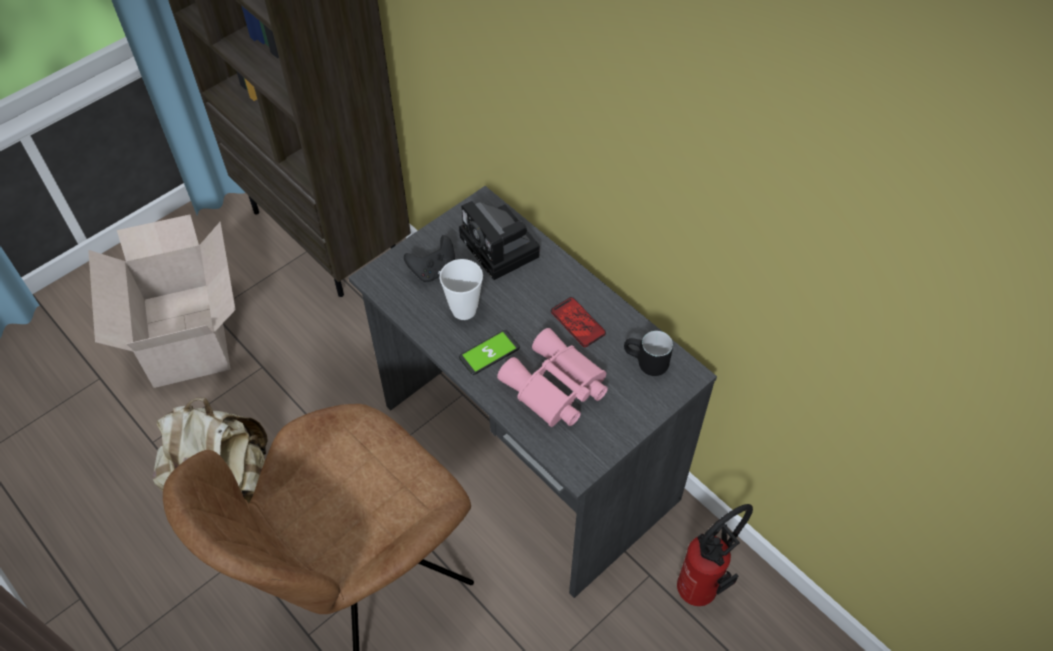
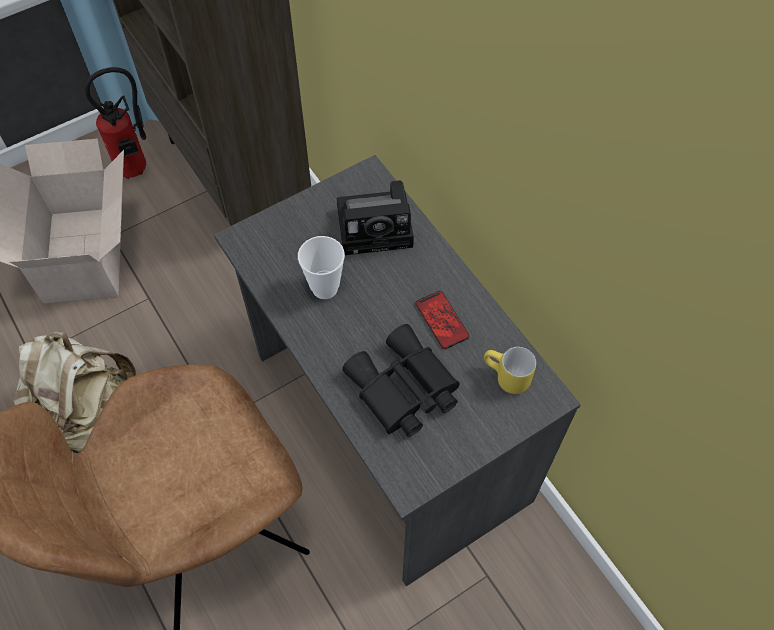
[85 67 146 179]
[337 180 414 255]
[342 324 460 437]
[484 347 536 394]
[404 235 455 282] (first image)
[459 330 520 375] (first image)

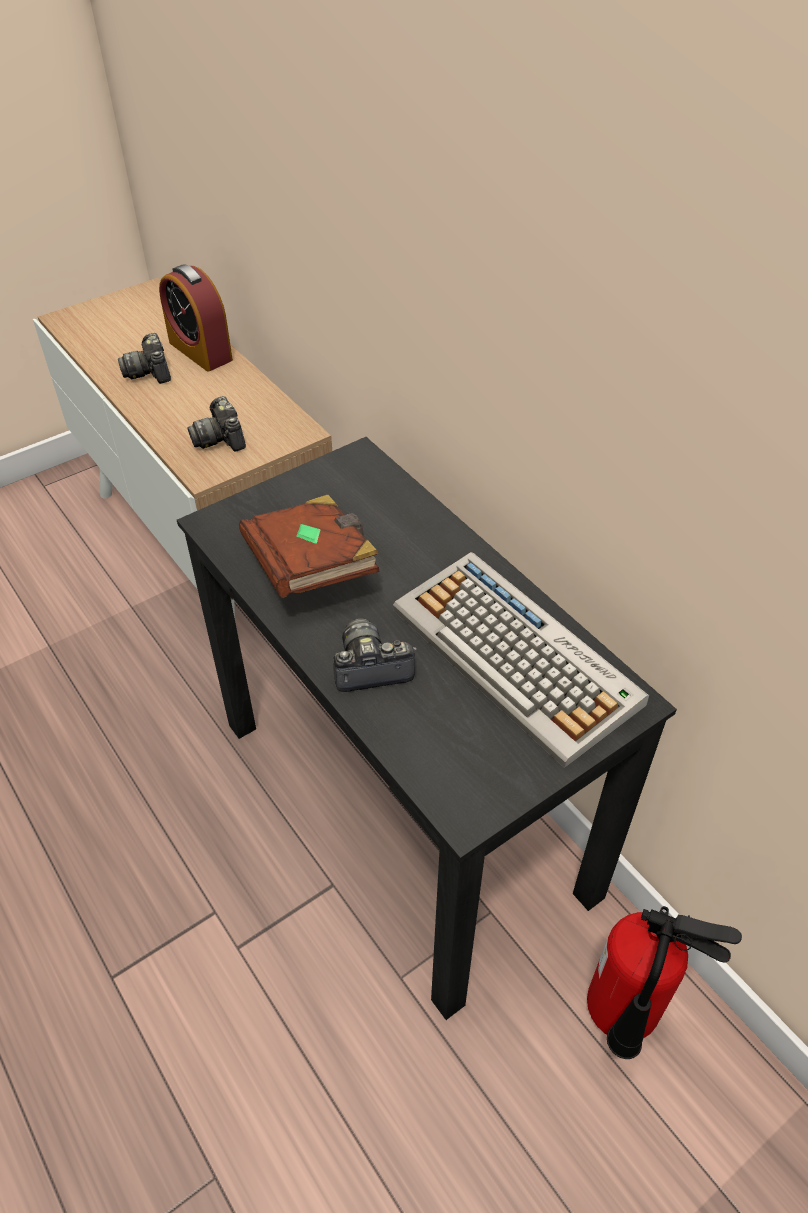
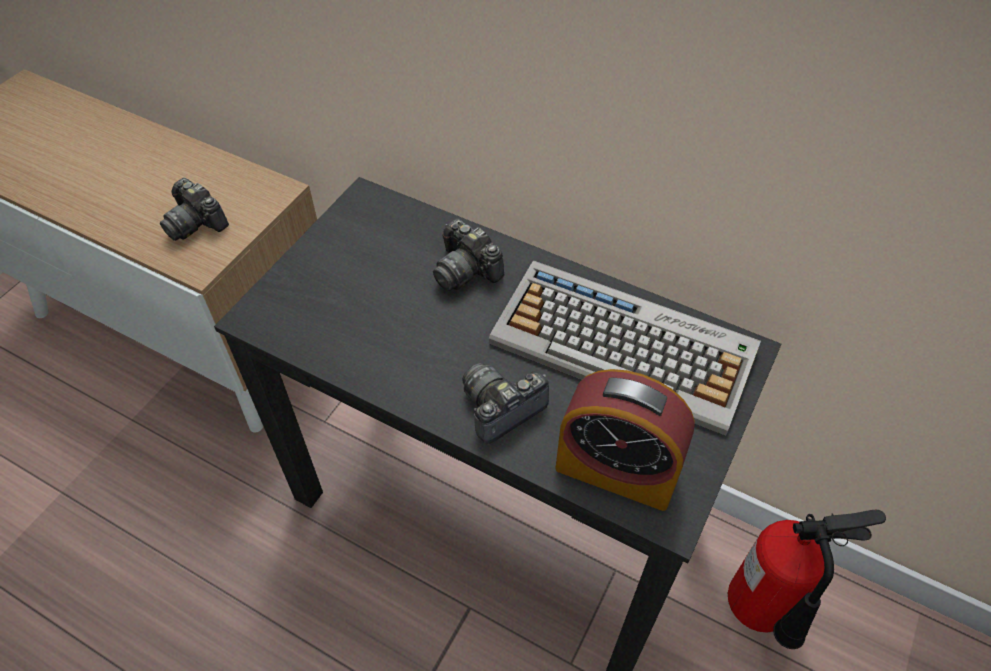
[433 219 504 291]
[555 369 695 511]
[239 495 380 598] (first image)

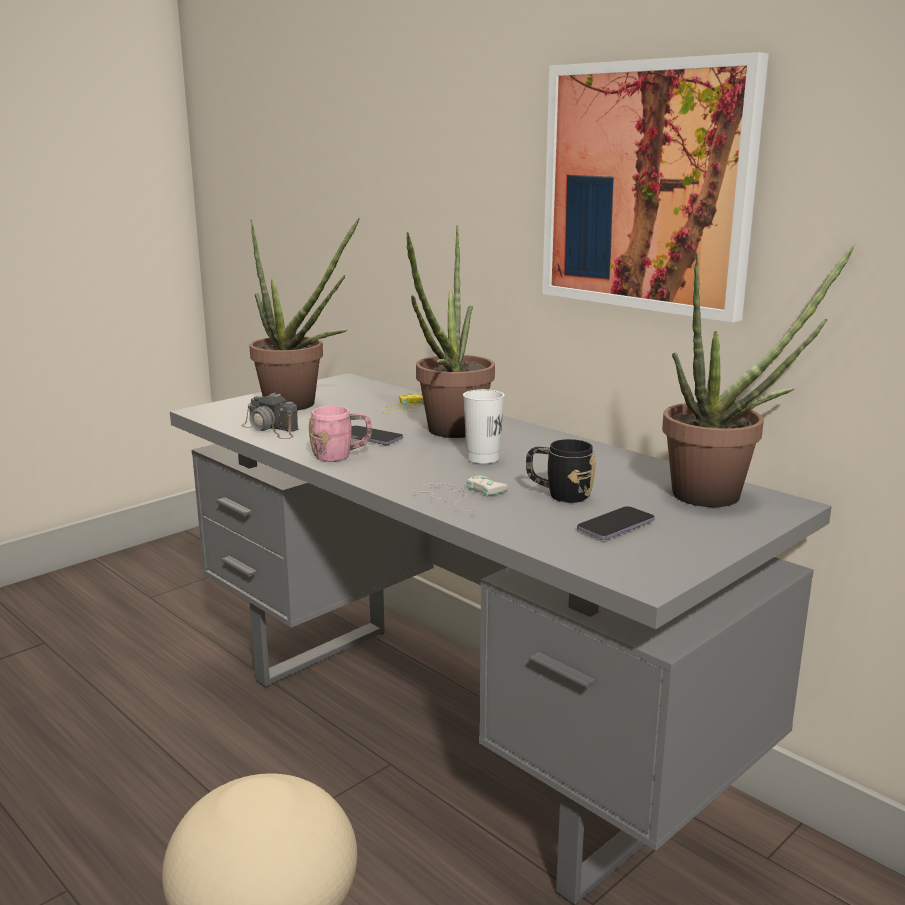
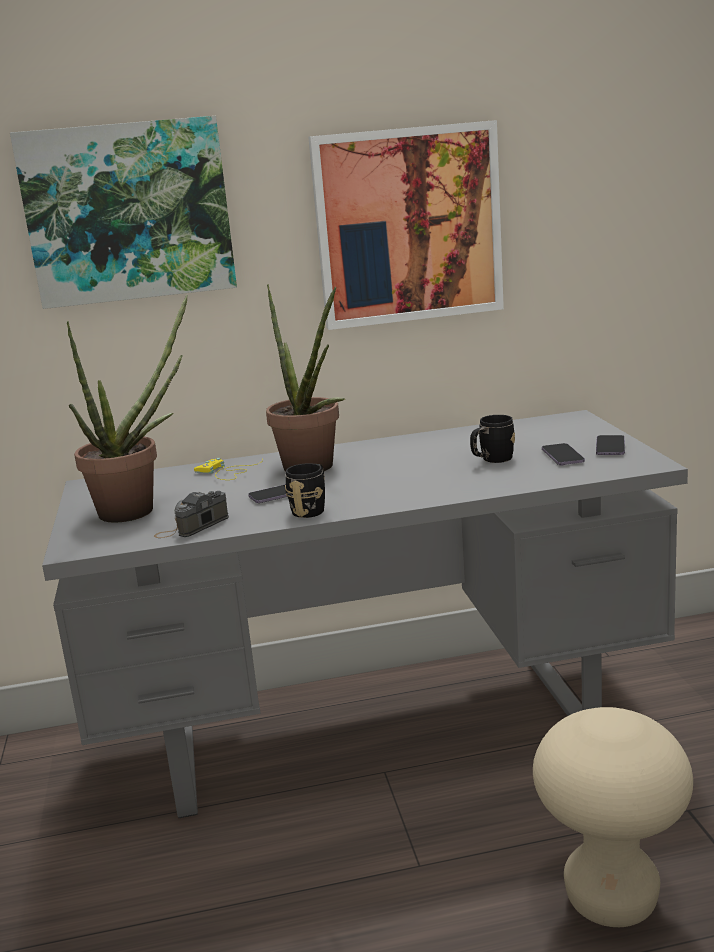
[10 116 237 309]
[154 491 229 538]
[285 463 325 518]
[596 435 625 455]
[412 476 508 512] (first image)
[463 389 504 464] (first image)
[662 243 855 507] (first image)

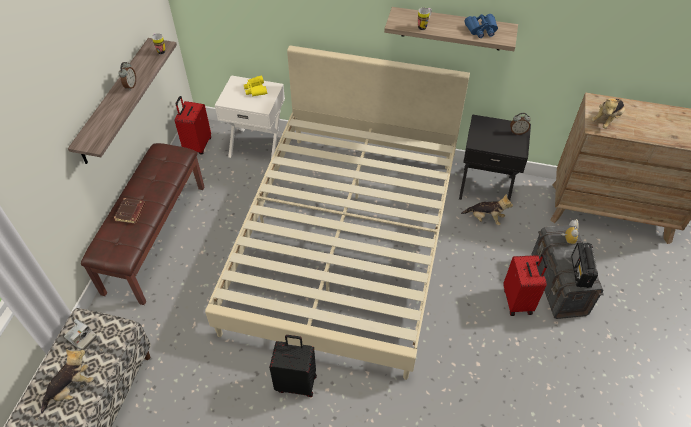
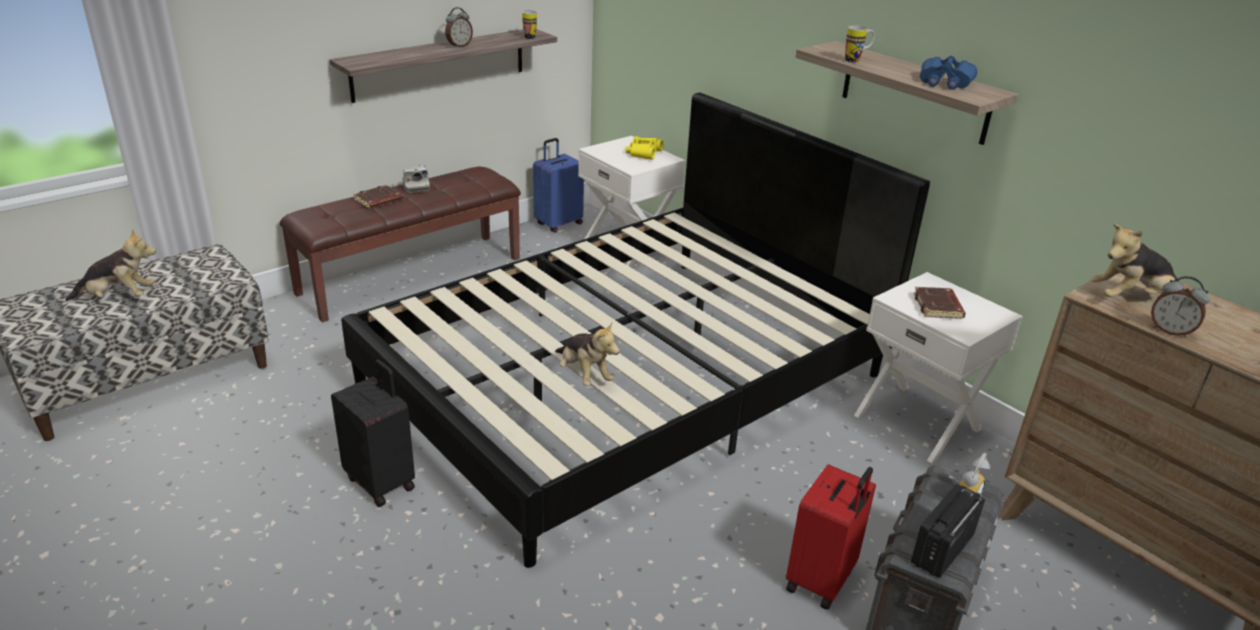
[341 93 930 568]
[402 163 430 193]
[533 138 584 233]
[555 323 620 386]
[854 272 1023 463]
[914 287 966 319]
[1151 276 1210 338]

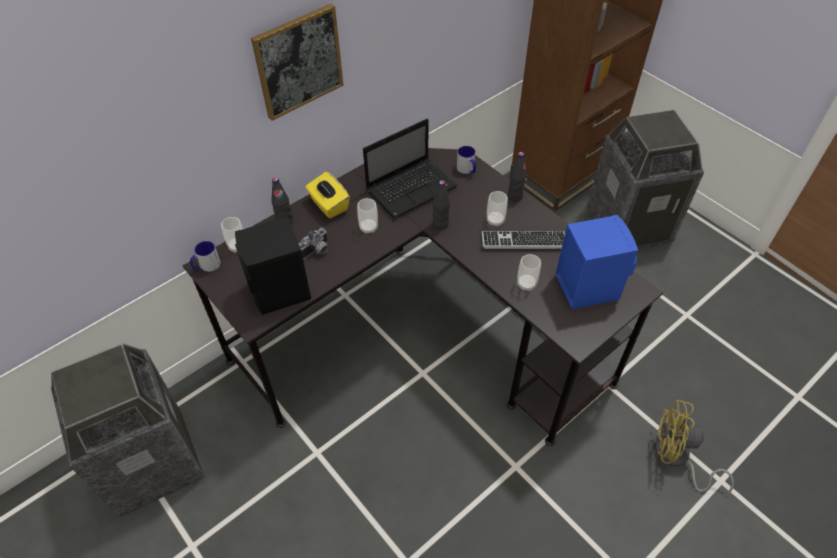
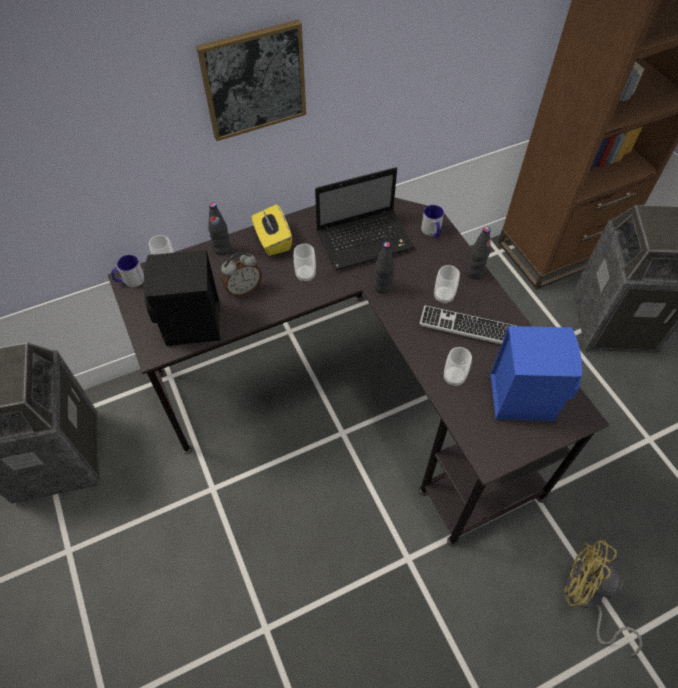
[221 252 262 297]

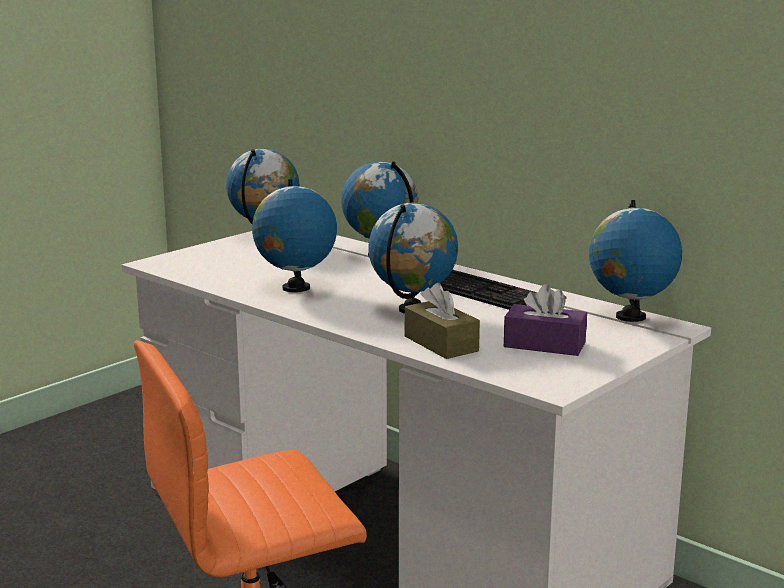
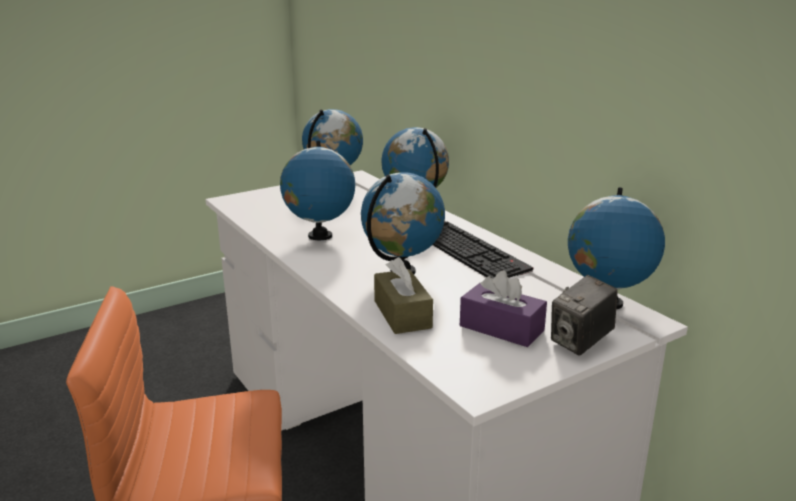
[551 275 618 356]

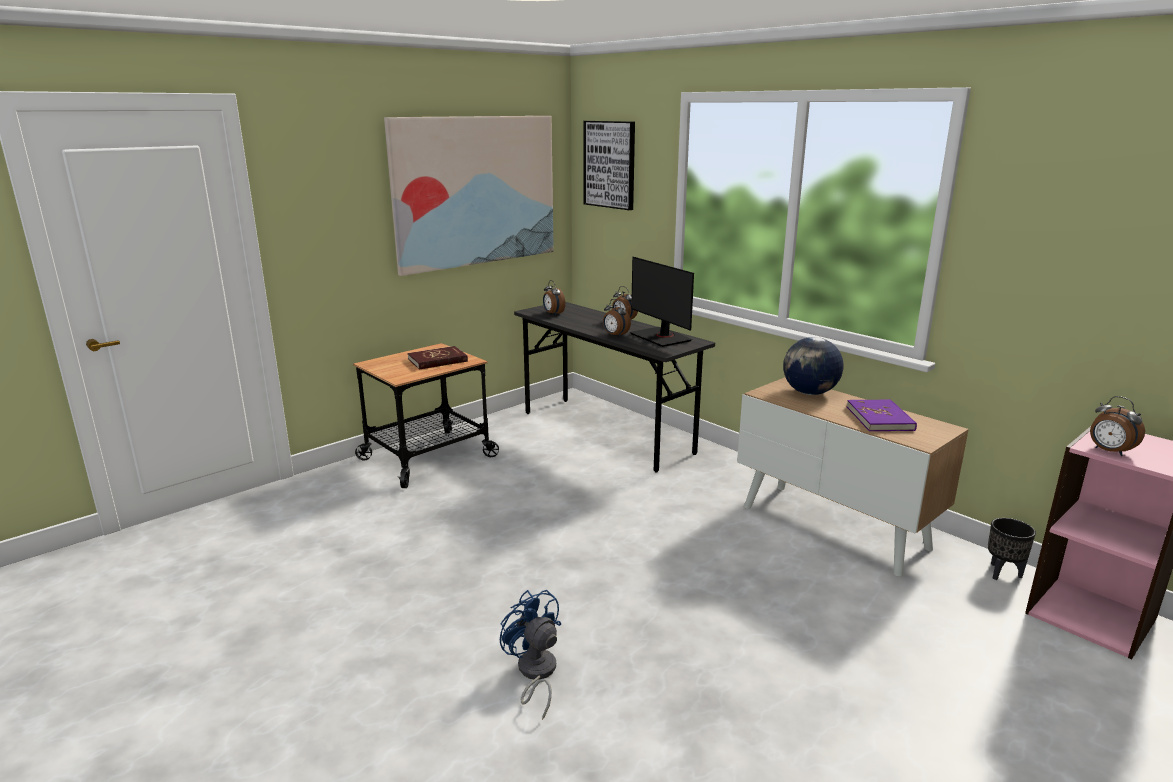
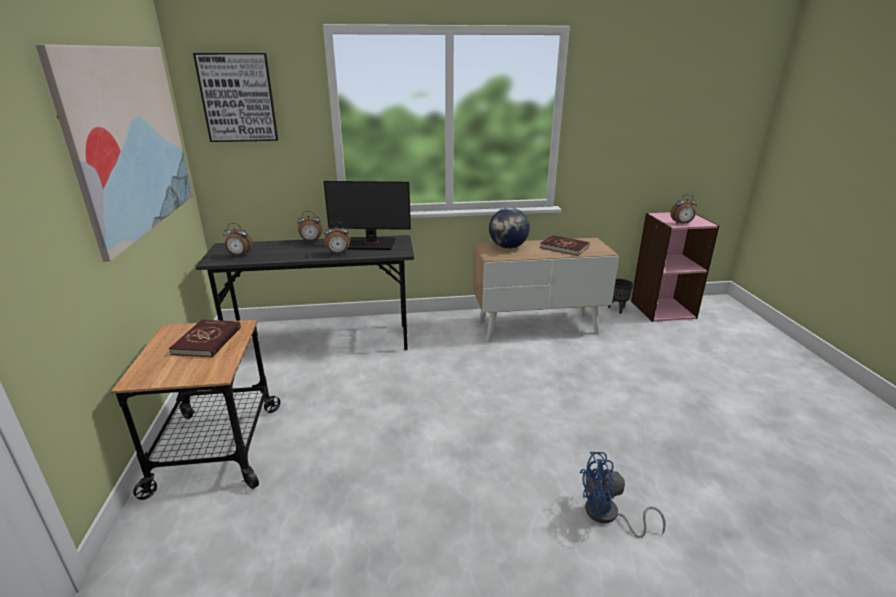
[540 235 590 256]

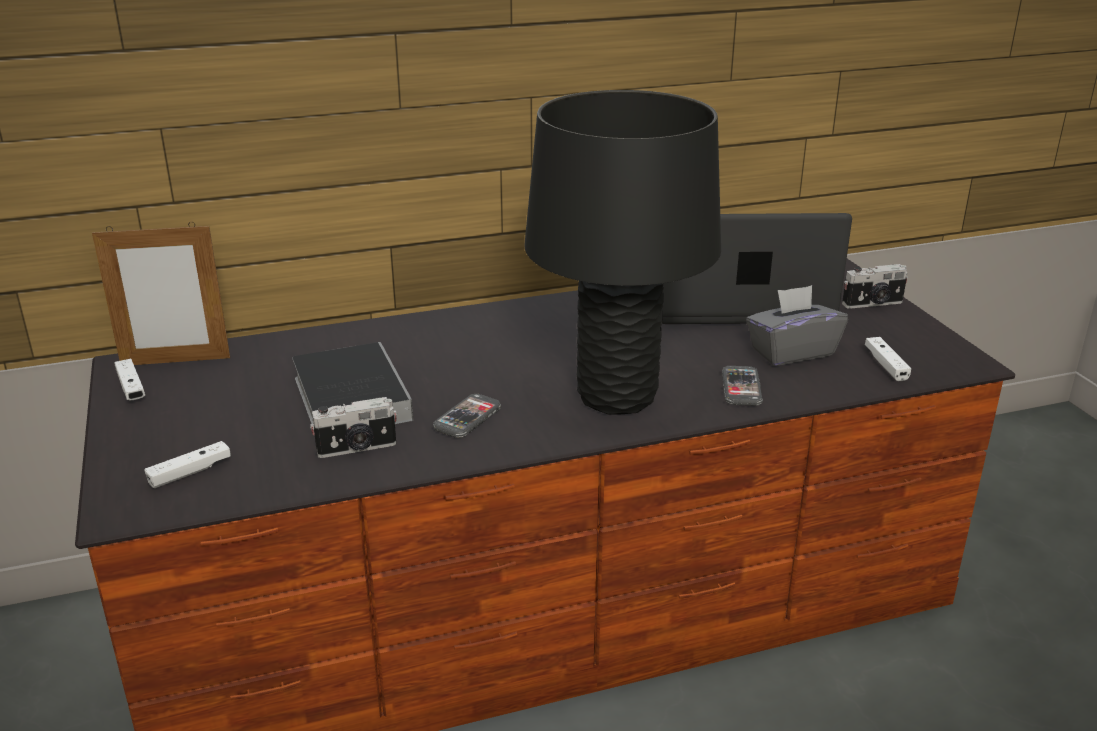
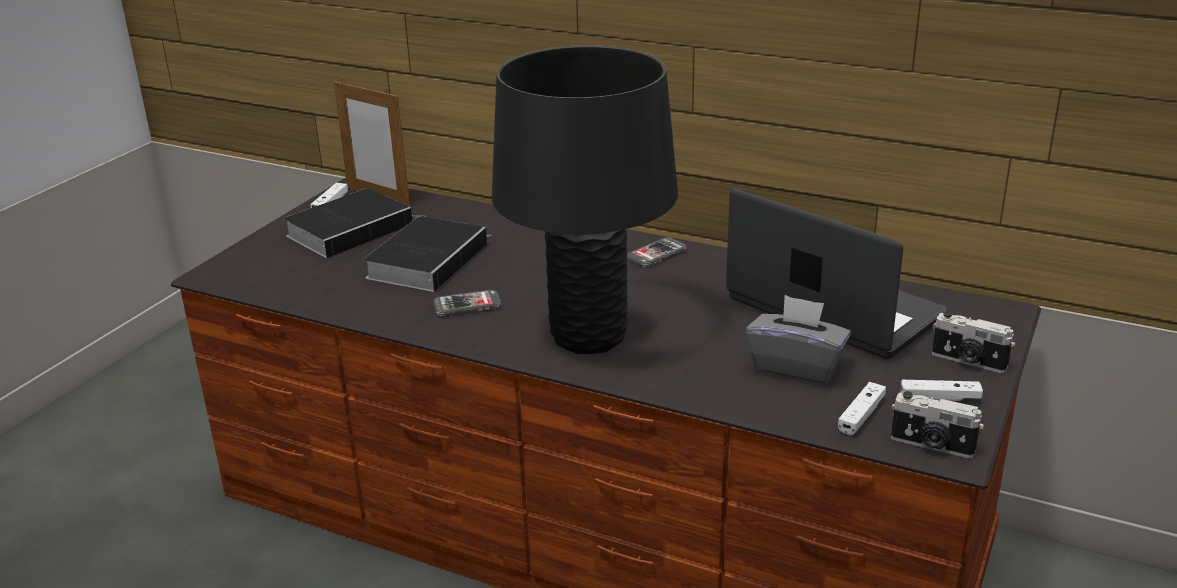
[283 188 415 258]
[627 238 686 267]
[891 391 984 458]
[901 380 983 401]

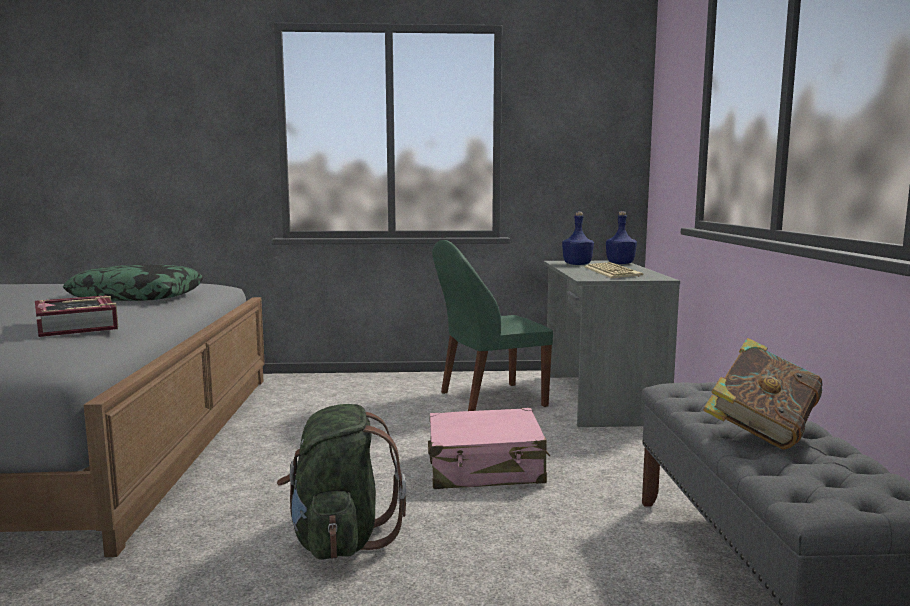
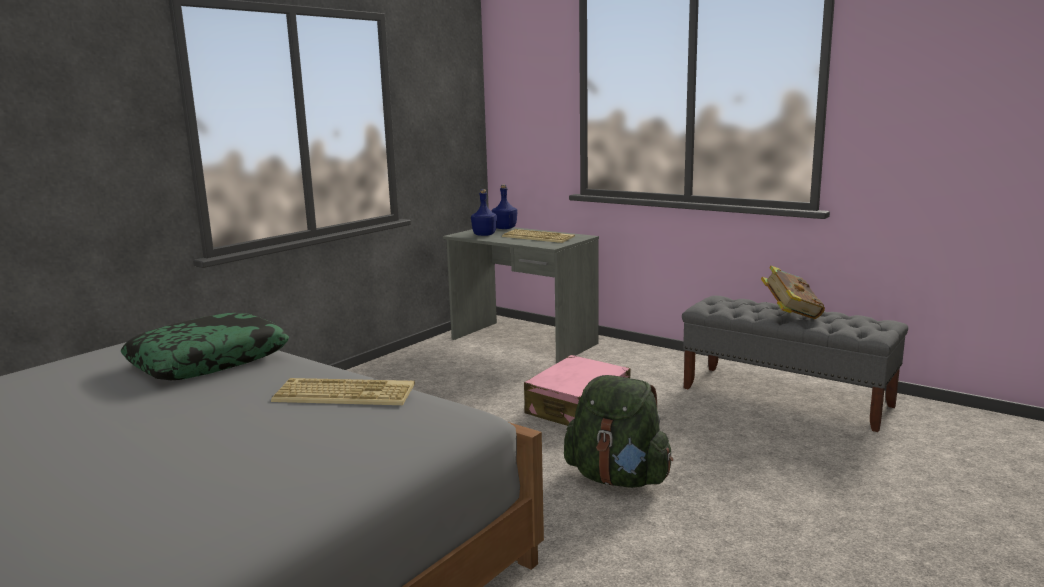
[271 378 415 405]
[432 240 553 411] (first image)

